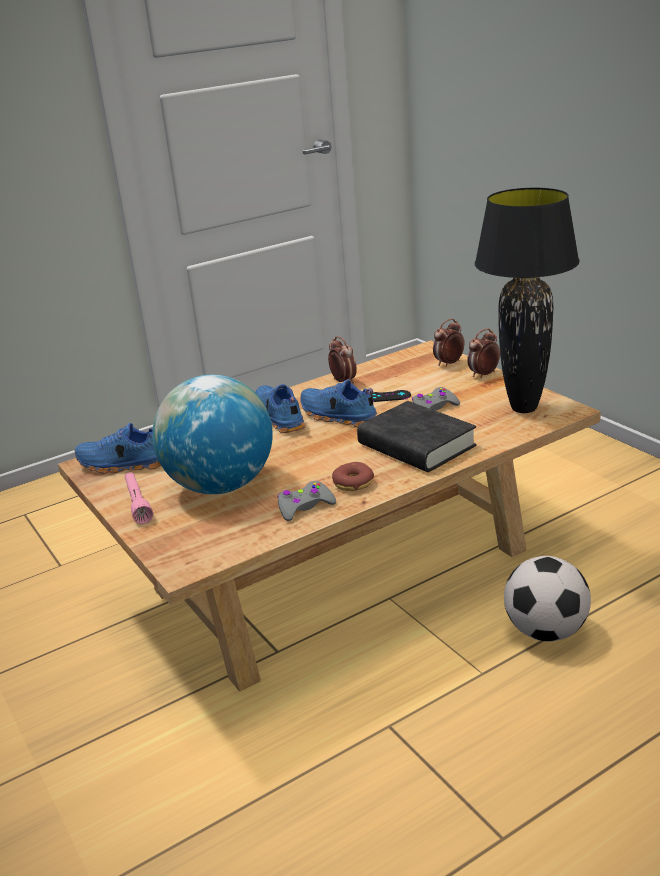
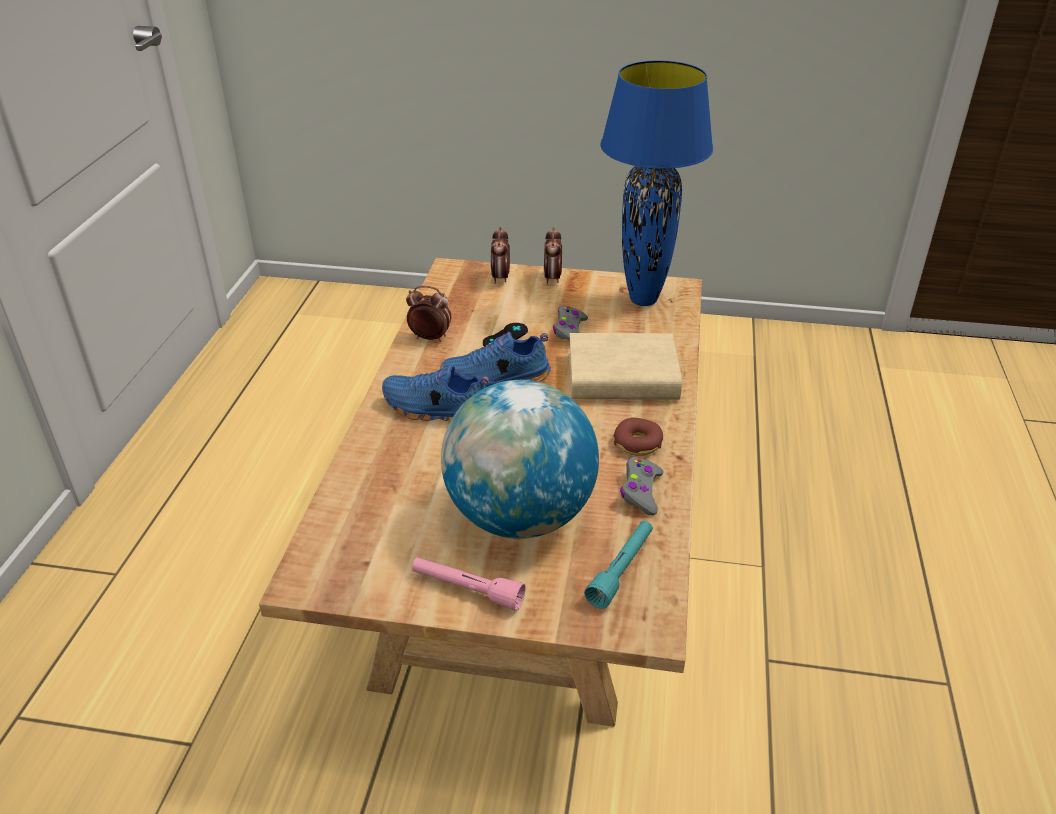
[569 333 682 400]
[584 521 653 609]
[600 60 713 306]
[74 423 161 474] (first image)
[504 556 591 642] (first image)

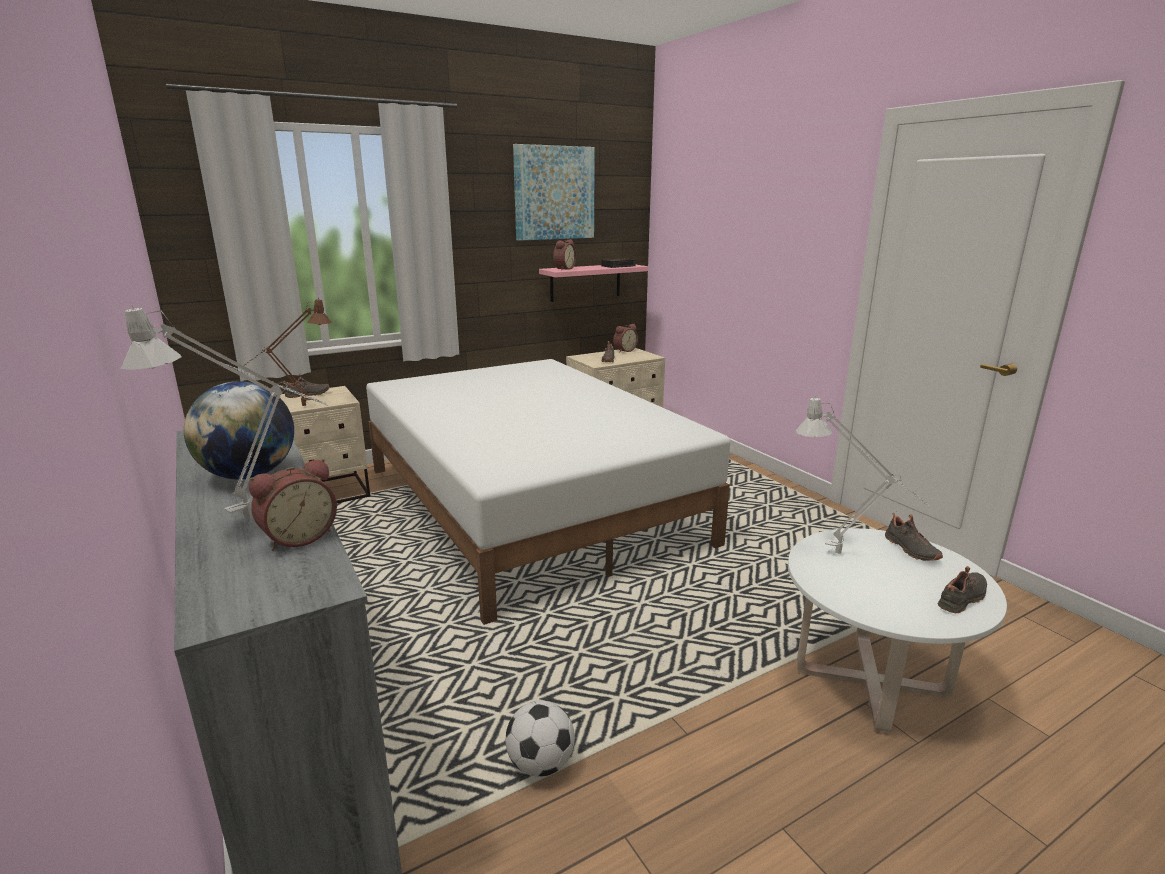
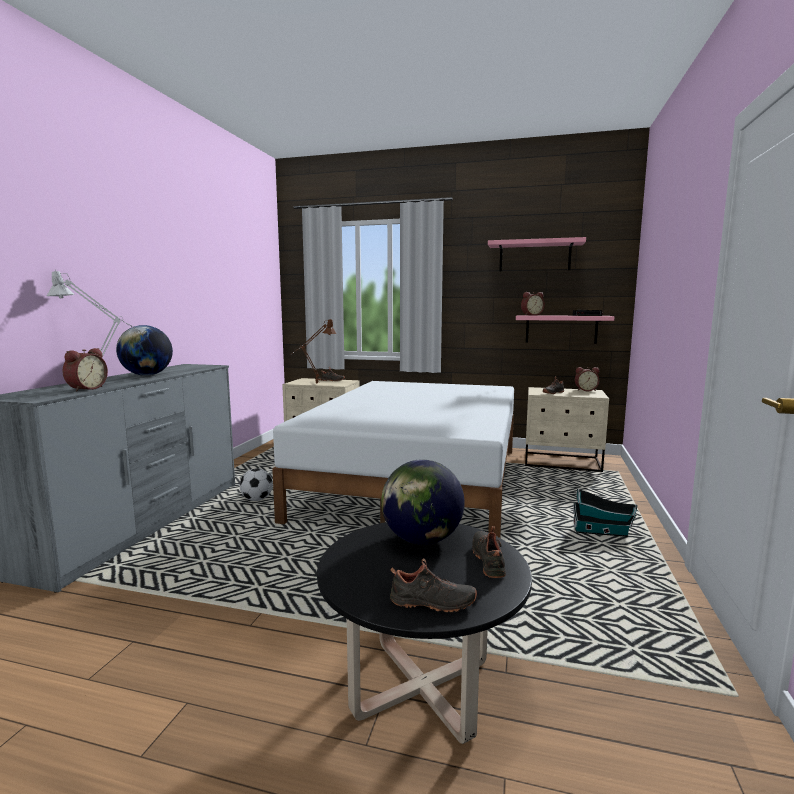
[62 348 108 392]
[239 468 273 501]
[317 522 532 744]
[381 460 465 545]
[472 526 506 578]
[488 237 586 272]
[573 488 637 537]

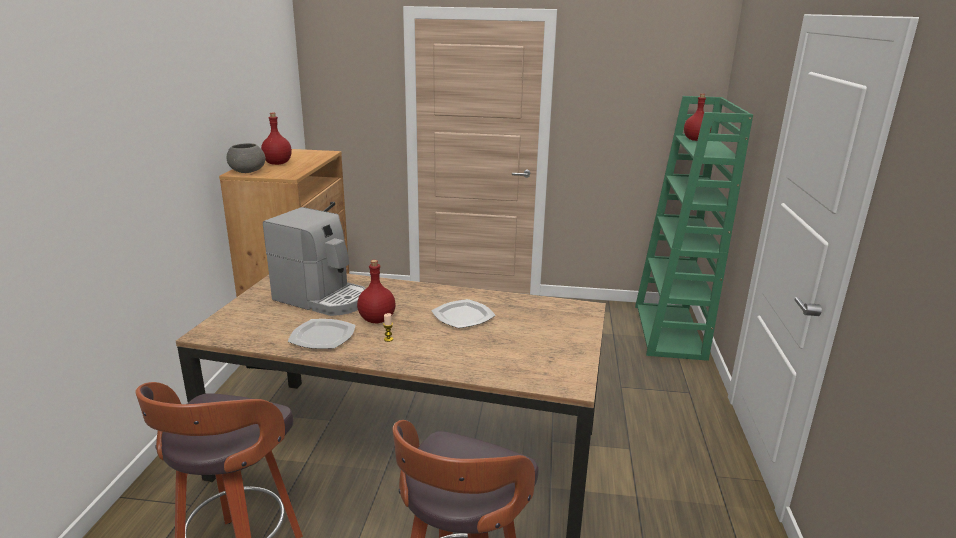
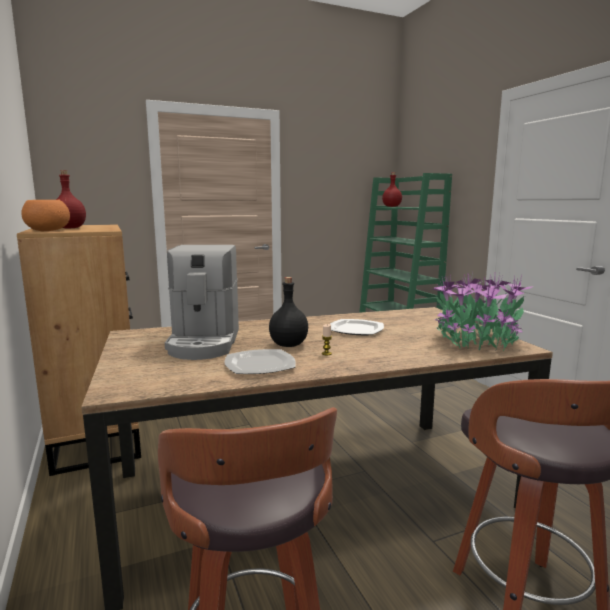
[21 200 70 231]
[165 245 239 360]
[269 277 308 347]
[433 271 534 351]

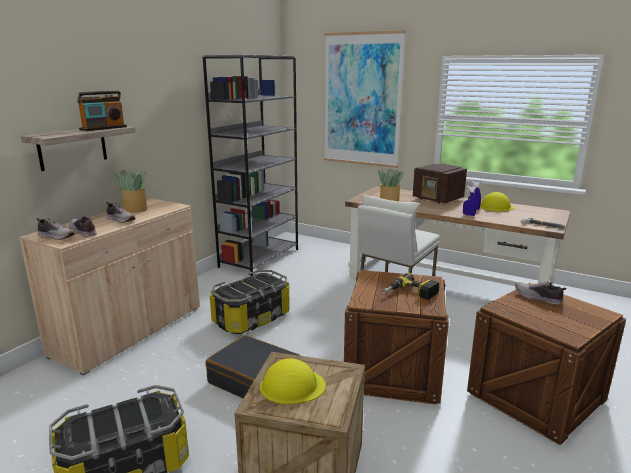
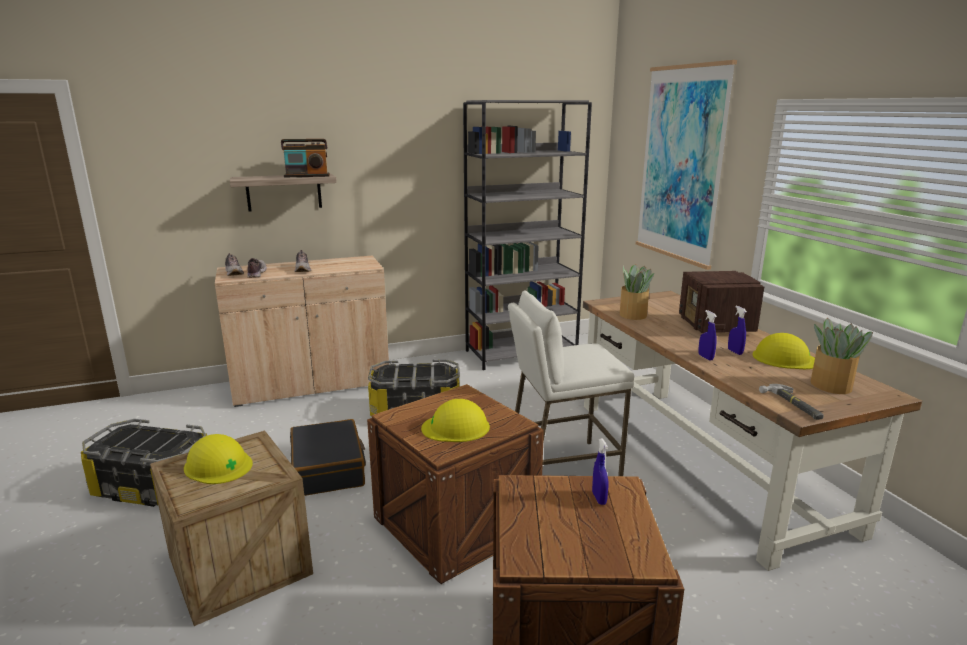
[421 399 490 442]
[592 438 608 505]
[810 318 873 394]

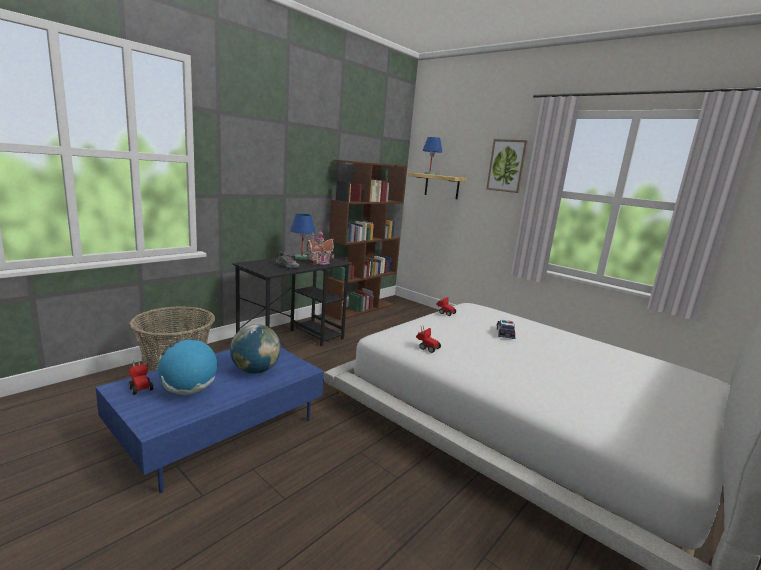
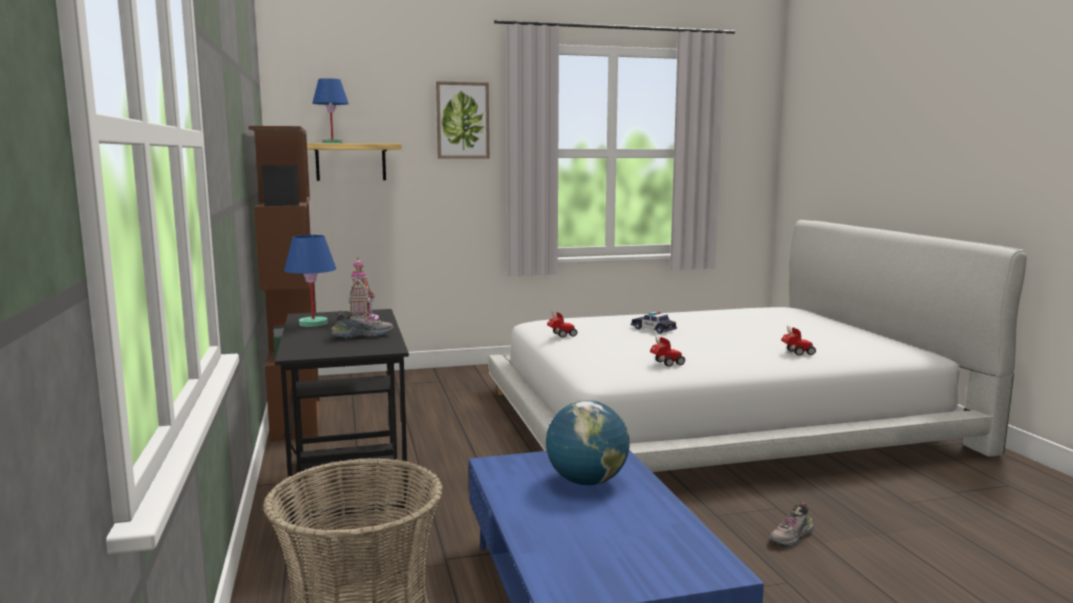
[769 502 814 547]
[781 326 816 356]
[158 338 217 395] (first image)

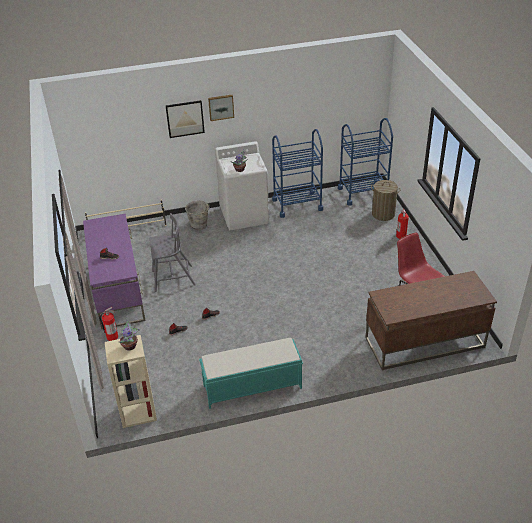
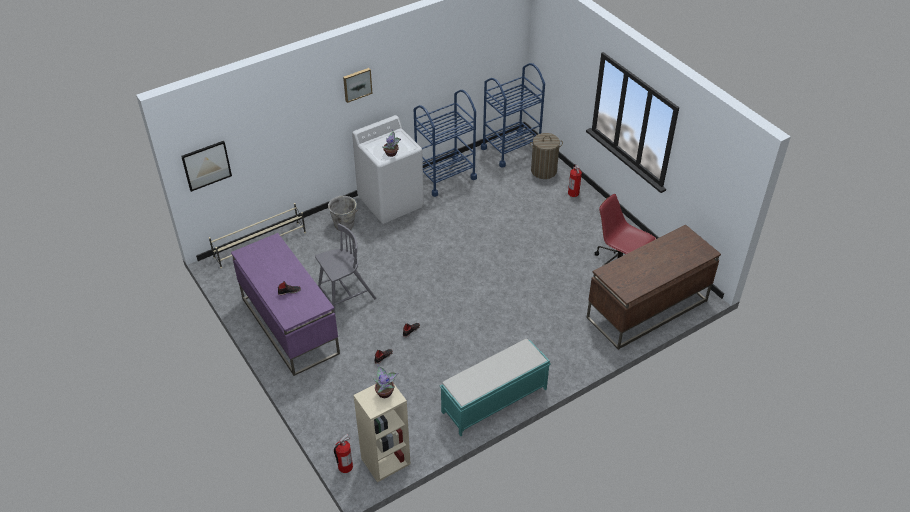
[181 141 232 192]
[334 434 353 473]

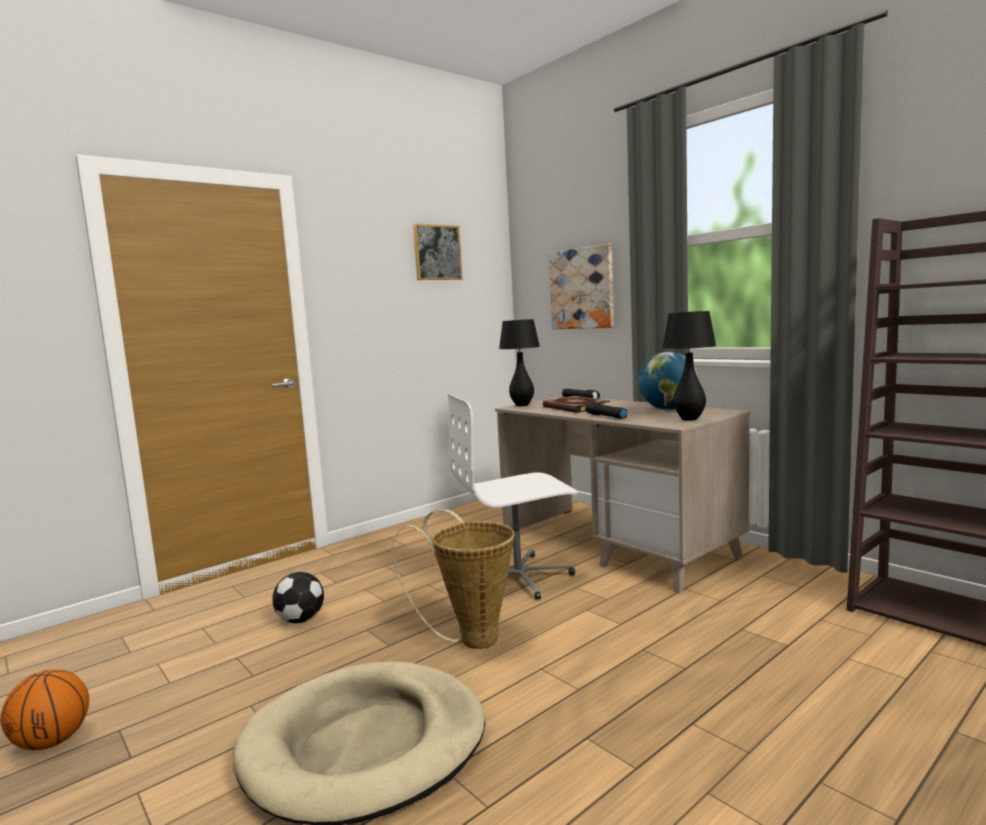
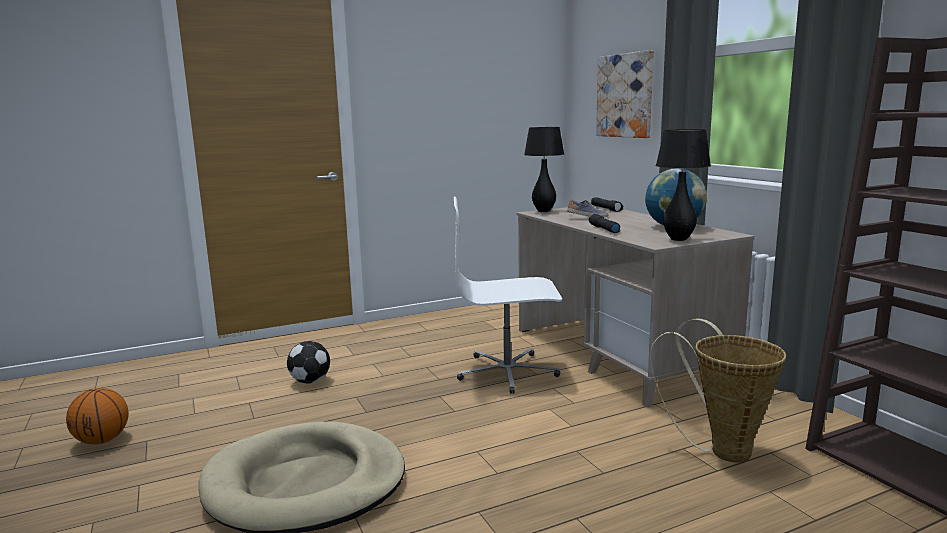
[567 199 609 218]
[650 319 786 463]
[413 223 462 280] (first image)

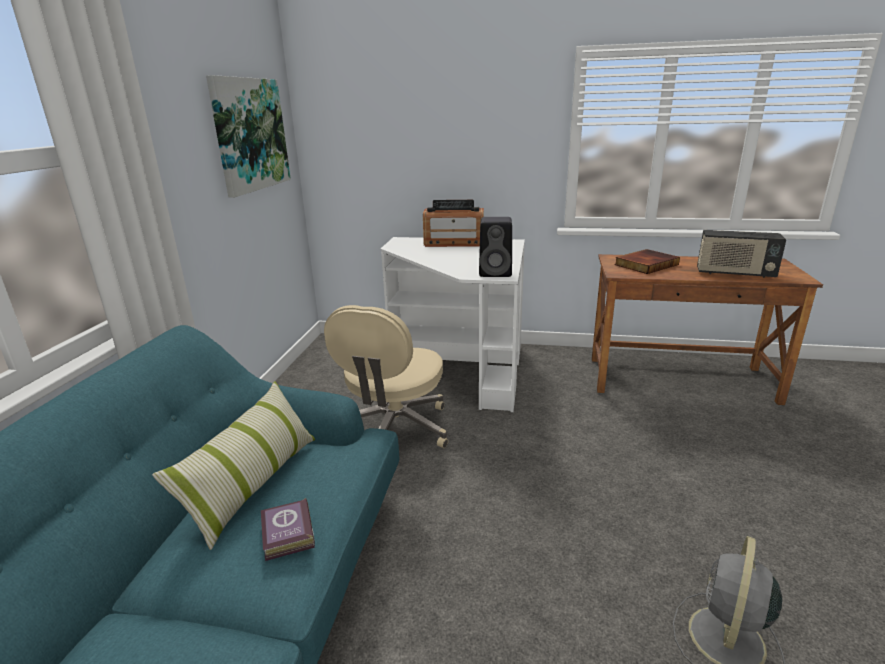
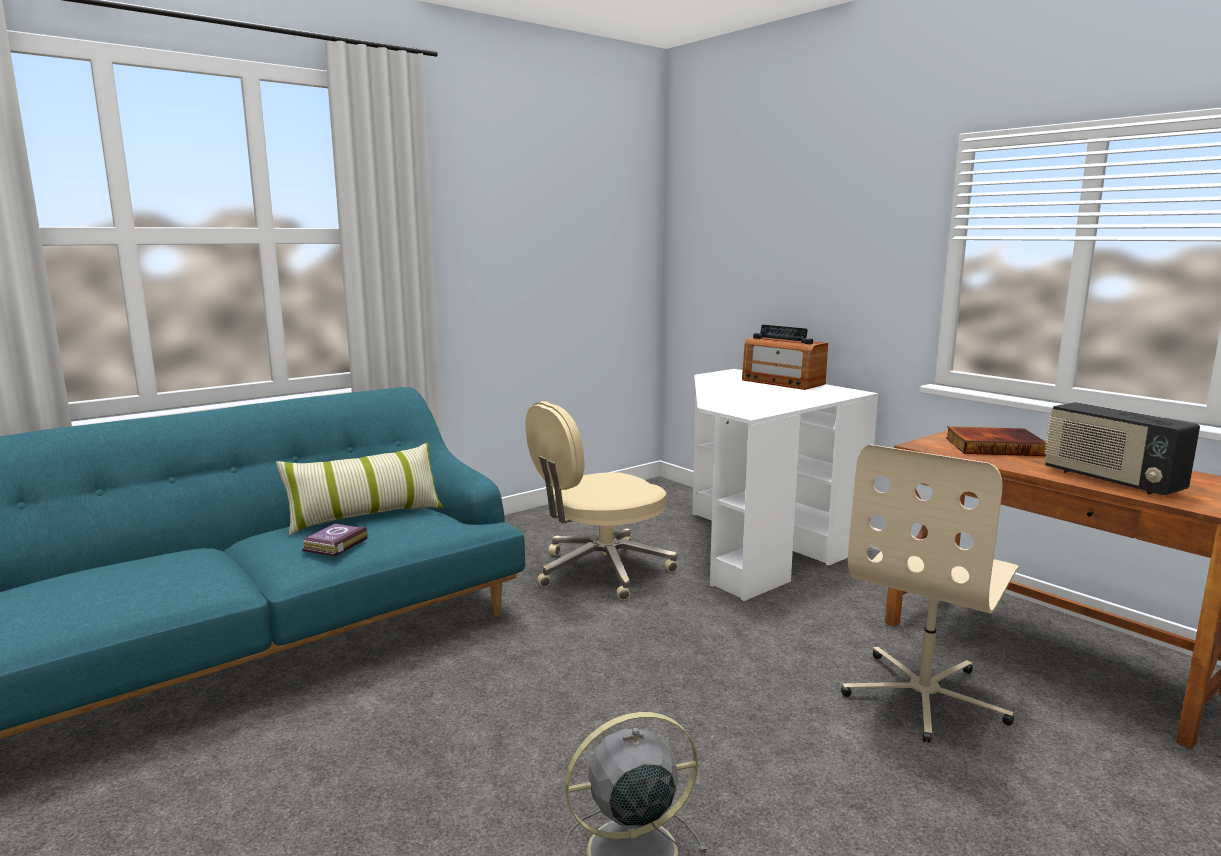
[841 444 1019 743]
[206 75 291 198] (first image)
[479 217 512 277] (first image)

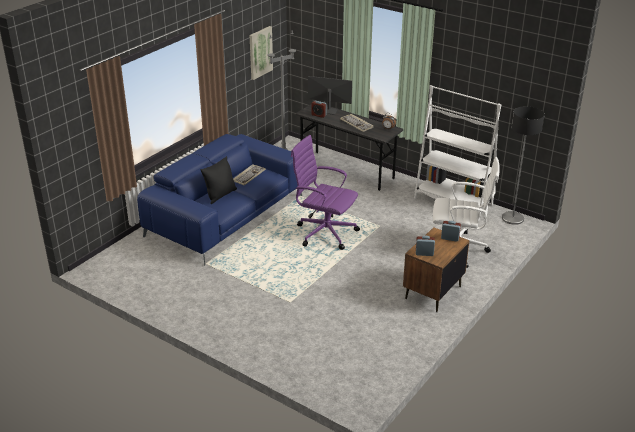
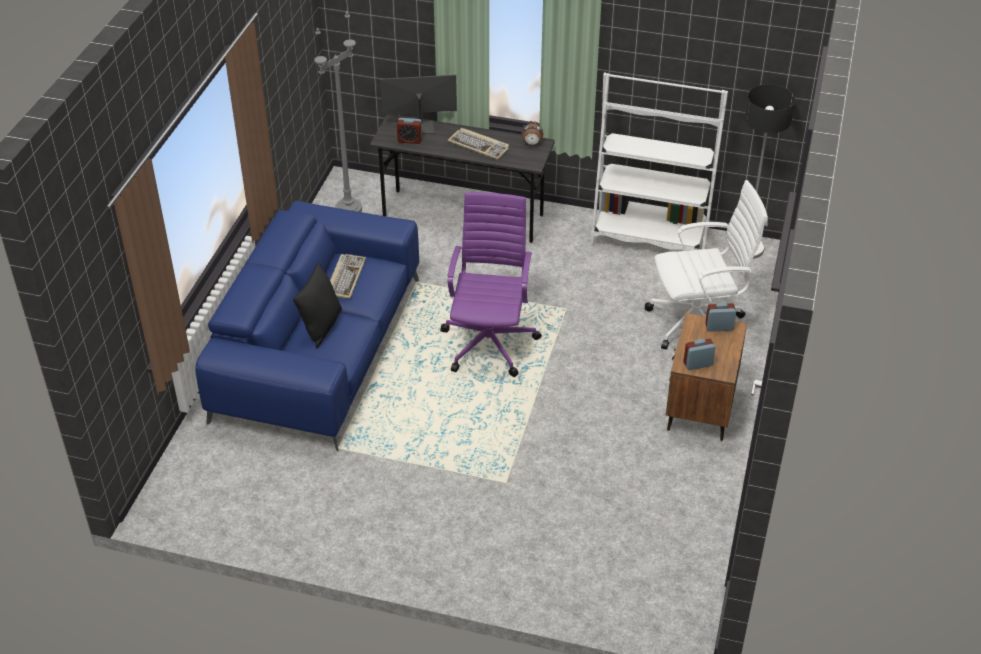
[440 192 542 377]
[250 26 273 80] (first image)

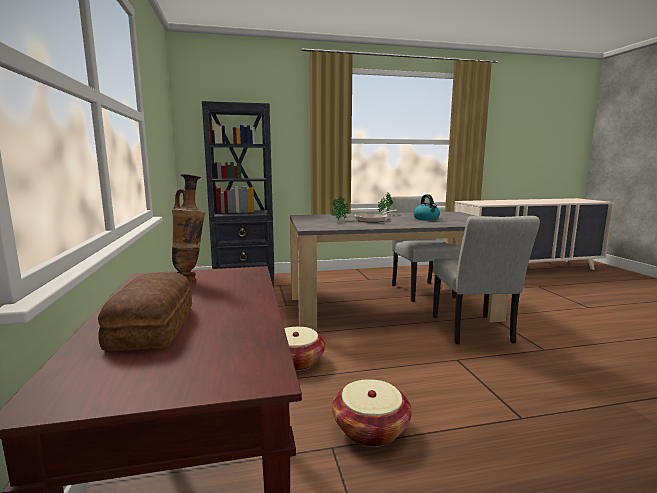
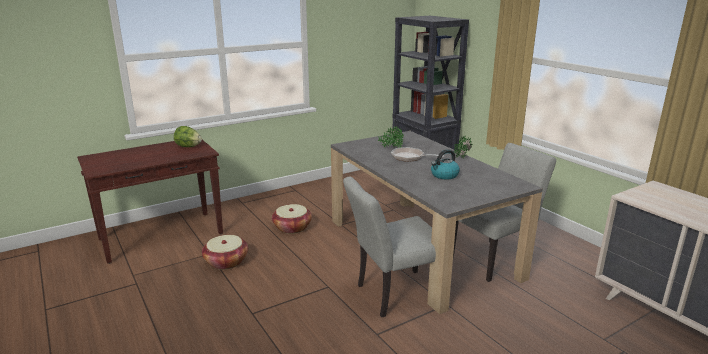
[174 126 202 147]
[98 271 192 351] (first image)

